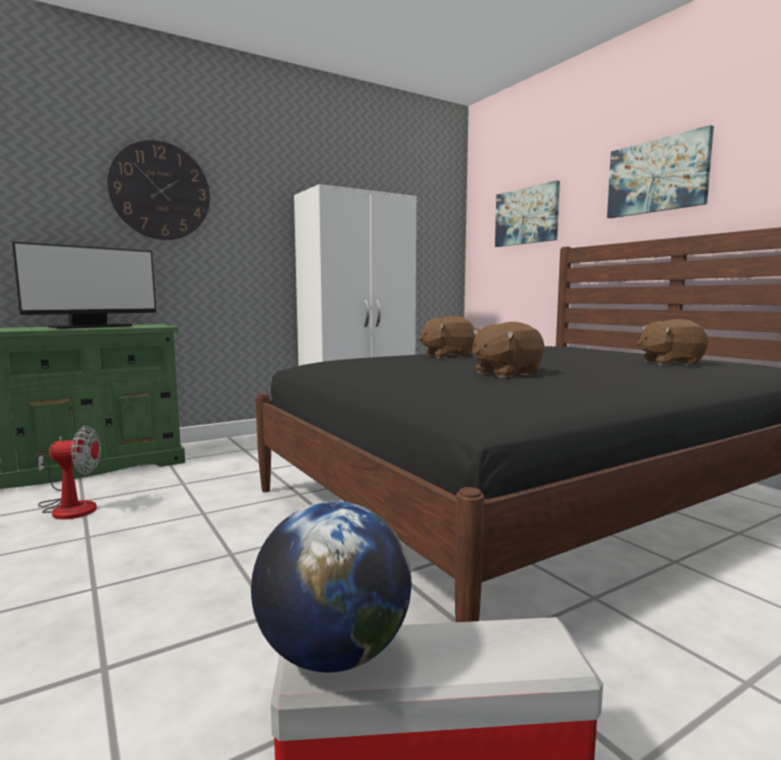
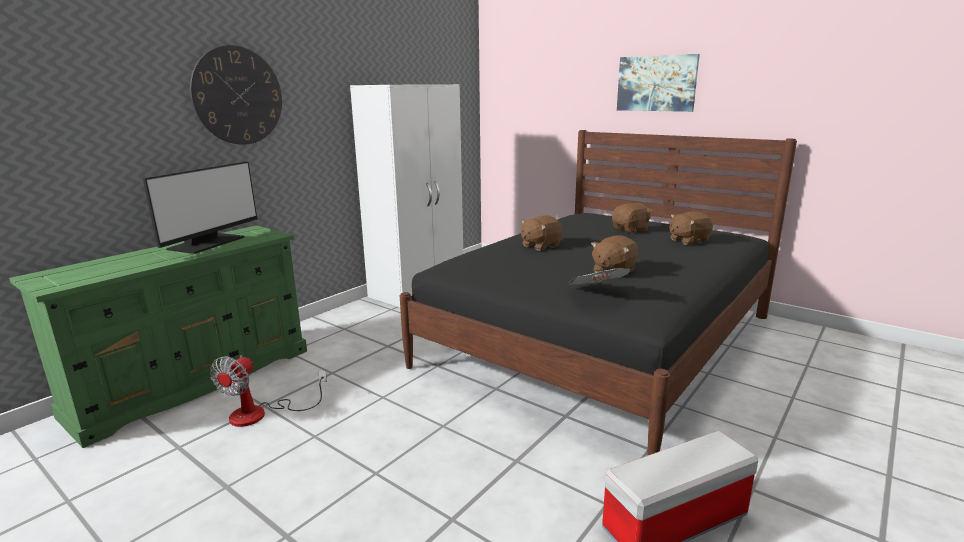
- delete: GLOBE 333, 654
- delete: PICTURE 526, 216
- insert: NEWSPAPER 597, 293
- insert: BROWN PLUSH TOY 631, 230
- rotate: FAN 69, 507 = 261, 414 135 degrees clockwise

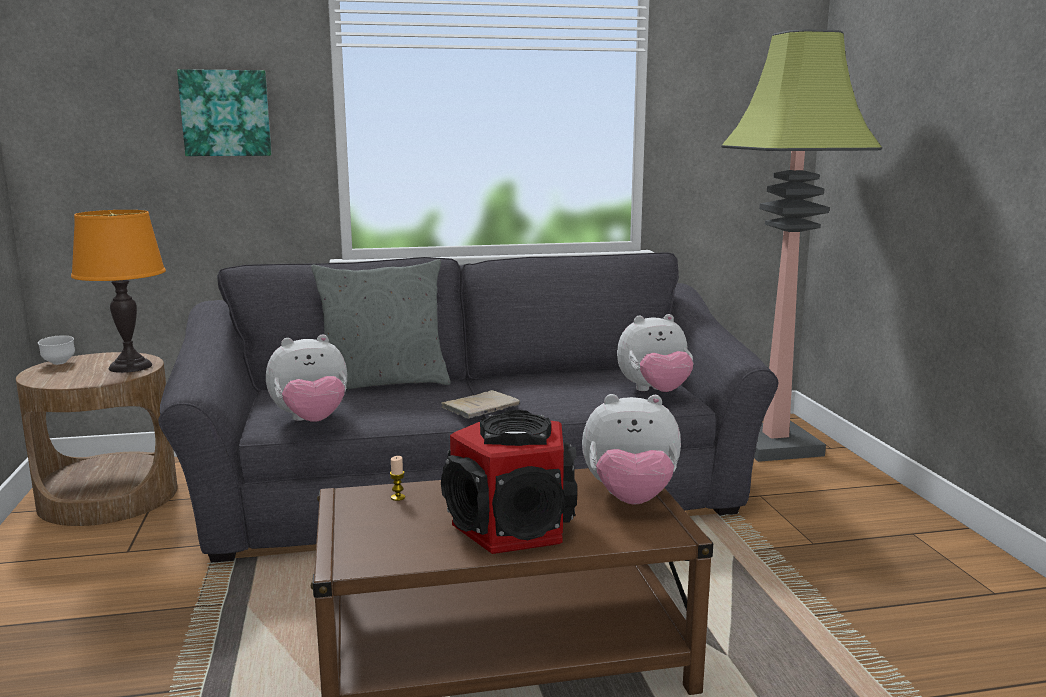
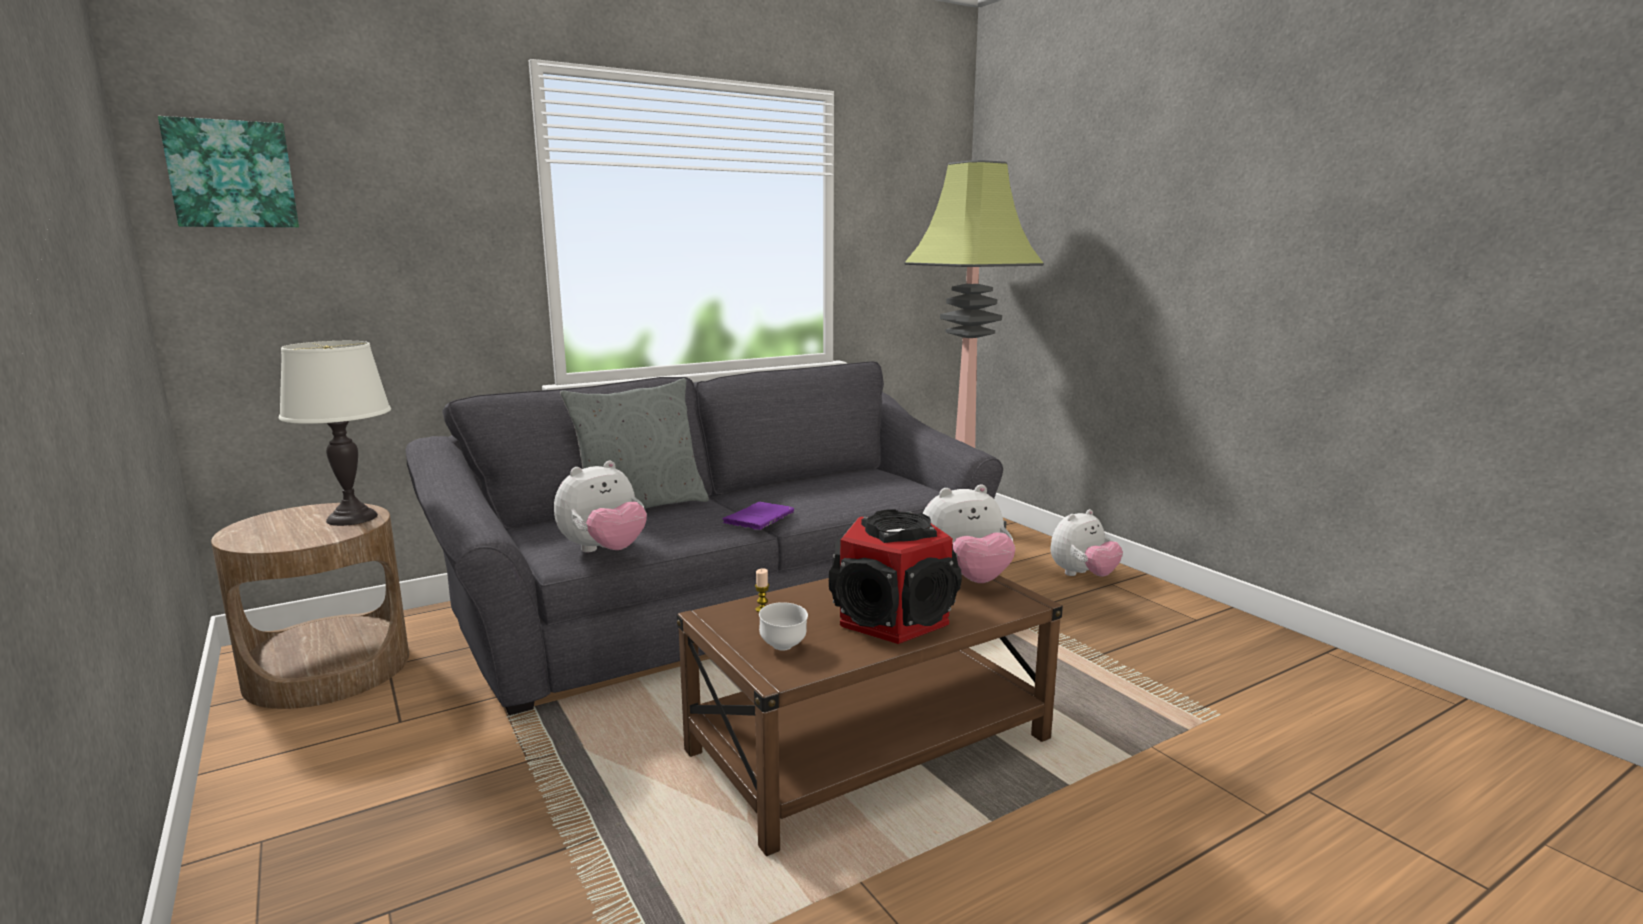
- move: WHITE BOWL 59, 363 to 783, 647
- move: PICTURE 226, 113 to 232, 174
- move: PLUSH TOY 654, 392 to 1082, 575
- recolor: ORANGE TABLE LAMP 131, 367 to WHITE TABLE LAMP 352, 518
- recolor: BEIGE BOOK 482, 407 to PURPLE BOOK 760, 518

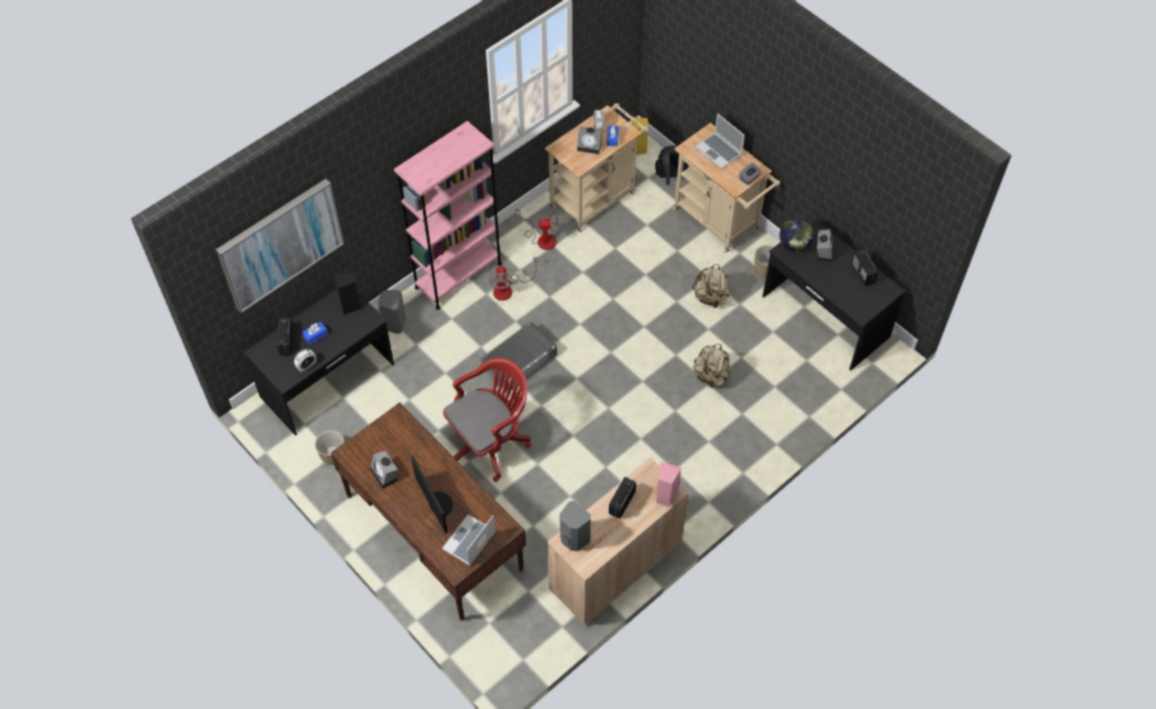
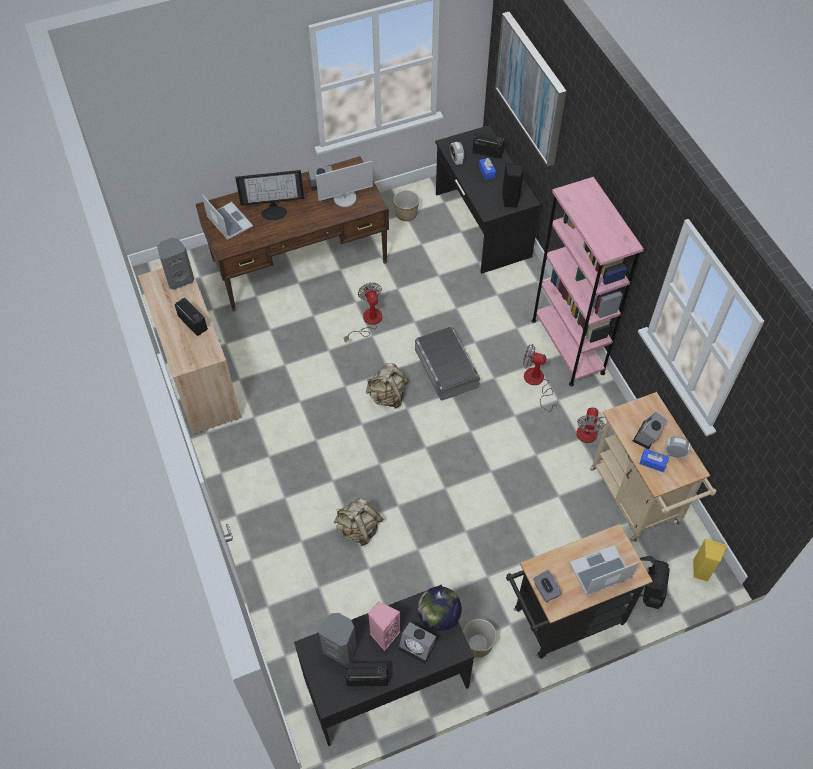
- insert: MONITOR 345, 198
- move: GREY SPEAKER 394, 323 to 340, 648
- move: PINK SPEAKER 665, 496 to 384, 634
- move: BEIGE BACKPACK 711, 297 to 387, 396
- replace: RED OFFICE CHAIR 490, 441 to FAN 368, 322
- recolor: BEIGE CART 720, 222 to BLACK CART 562, 620

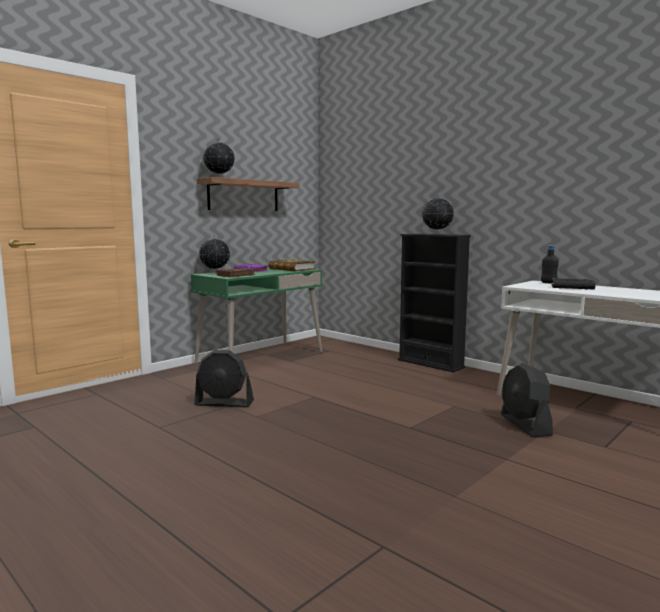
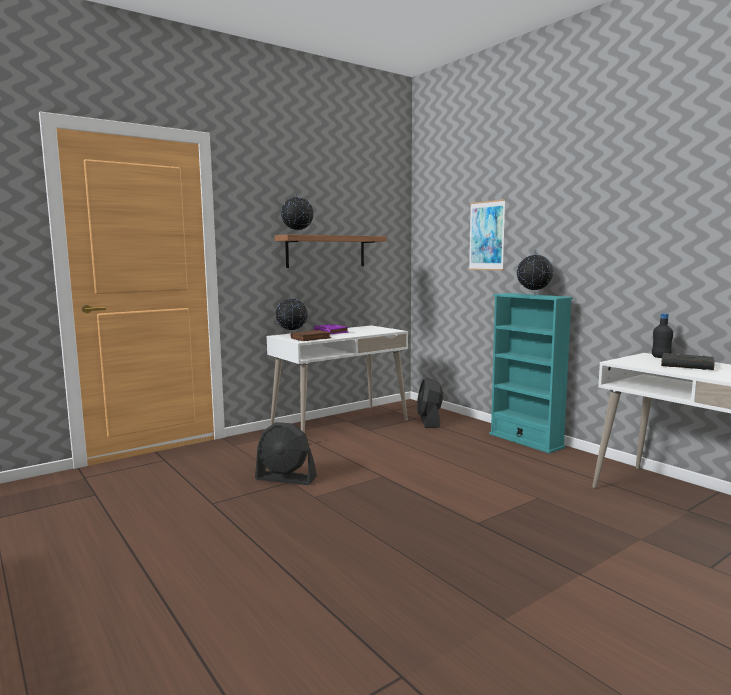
- delete: BOOK 292, 269
- insert: PICTURE 487, 235
- move: BLACK FAN 525, 425 to 429, 421
- recolor: GREEN DESK 260, 358 to WHITE DESK 340, 425
- recolor: BLACK BOOKCASE 430, 363 to TURQUOISE BOOKCASE 525, 440

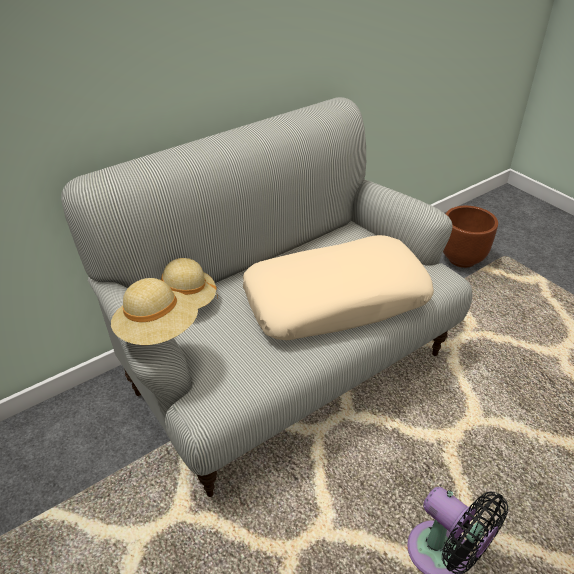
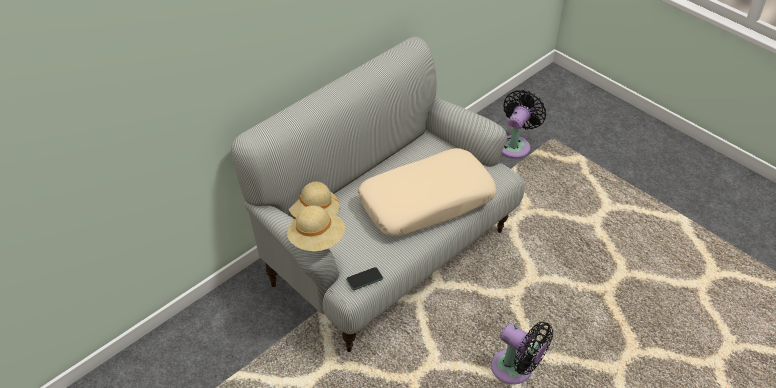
- insert: PHONE 364, 279
- replace: BROWN PLANTER 461, 259 to BLACK FAN 515, 145

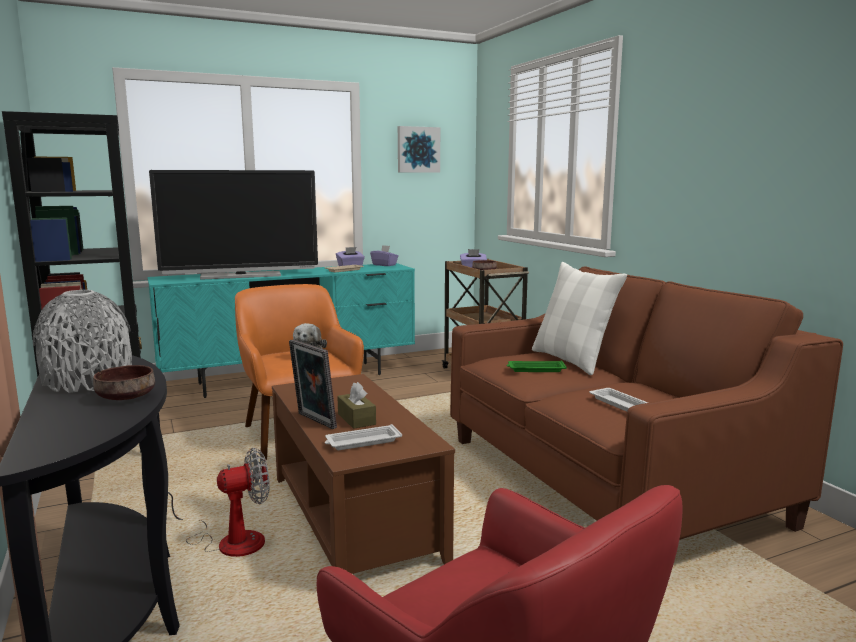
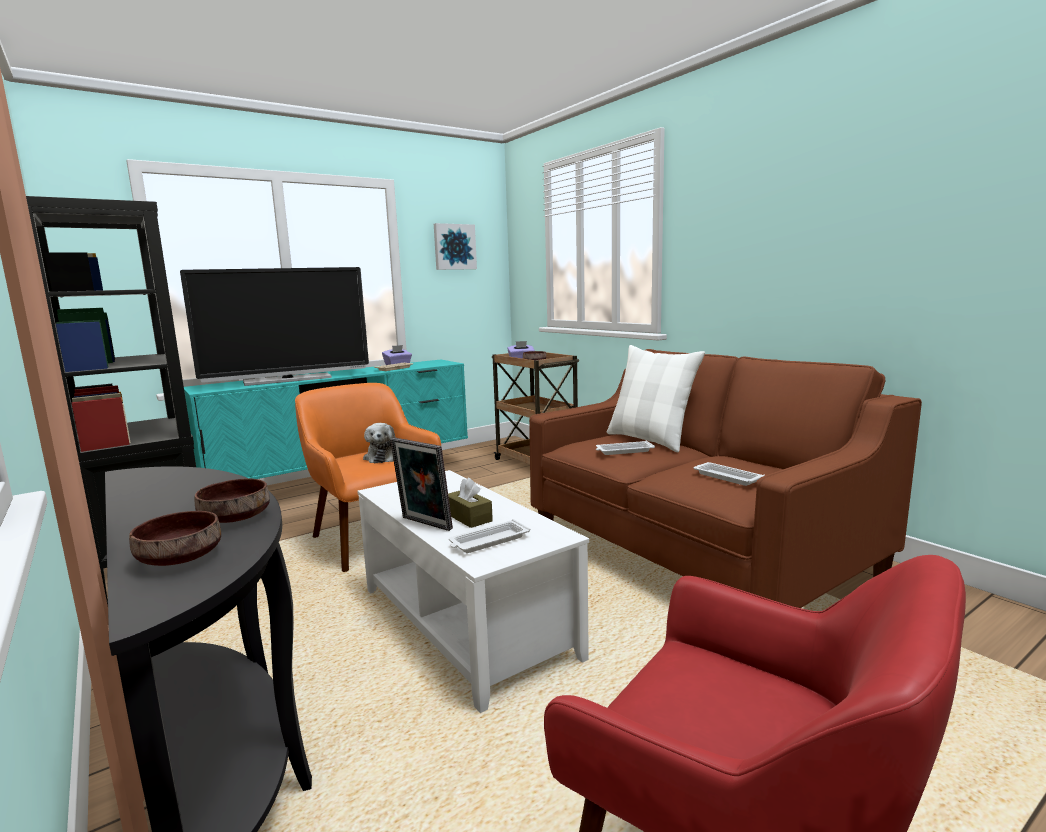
- delete: GREY VASE 88, 381
- delete: FAN 228, 541
- delete: PURPLE TISSUE BOX 384, 265
- insert: BROWN BOWL 182, 558
- recolor: BROWN COFFEE TABLE 354, 518 to WHITE COFFEE TABLE 466, 622
- recolor: GREEN TRAY 535, 369 to WHITE TRAY 623, 451

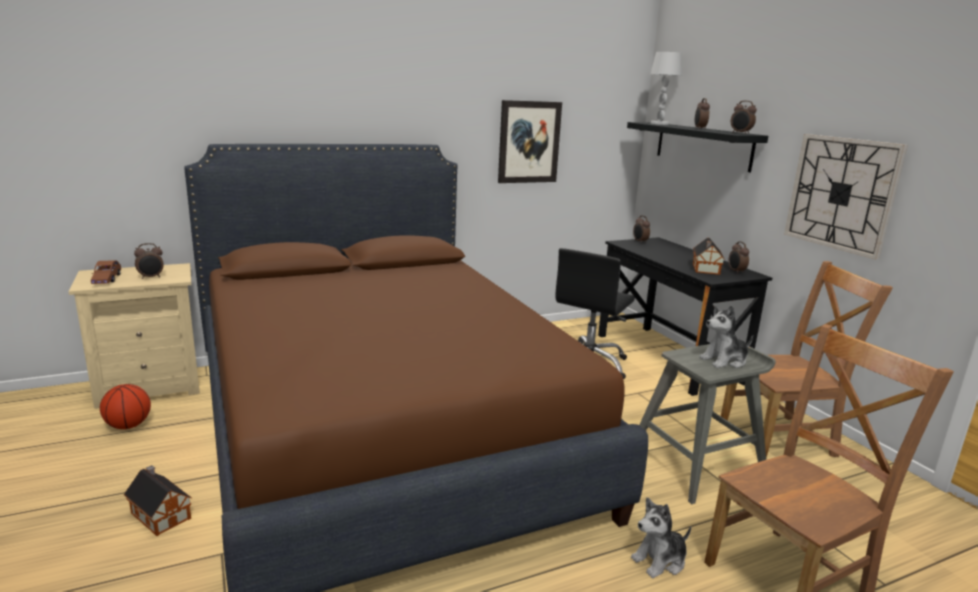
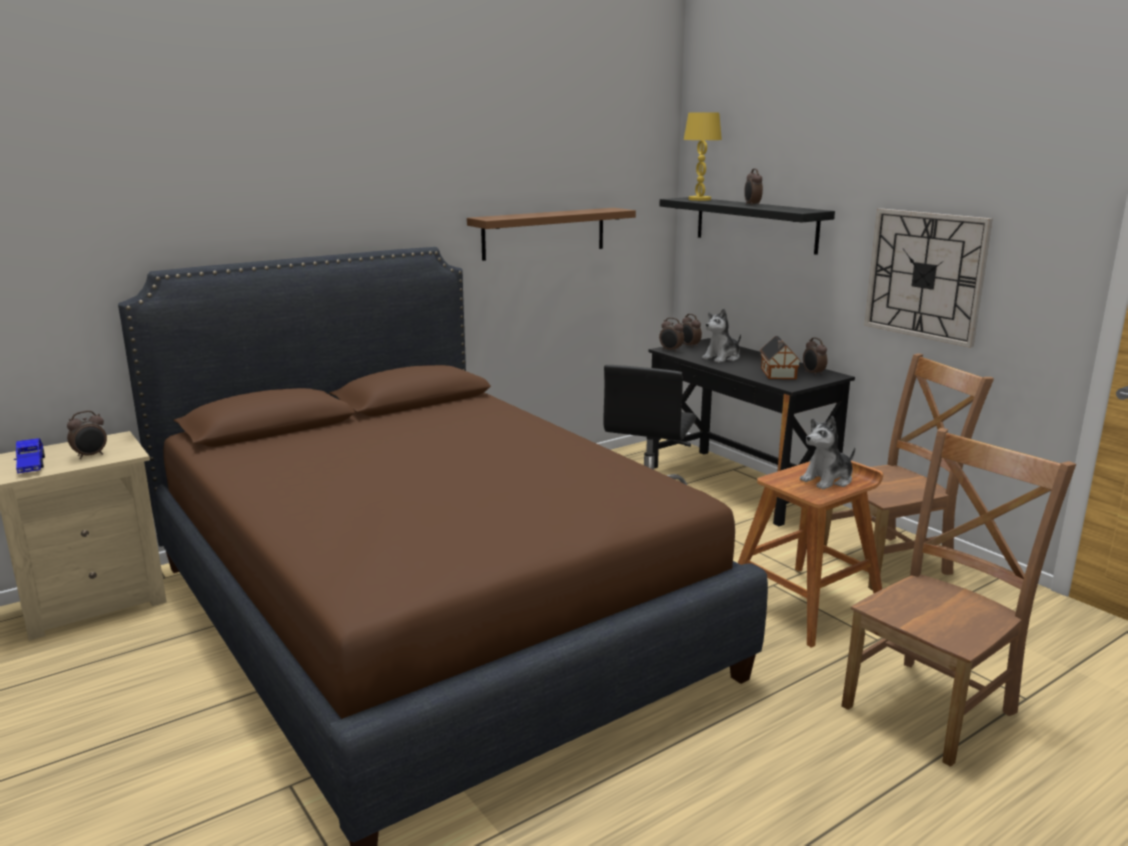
- delete: BASKETBALL 128, 426
- delete: TOY HOUSE 160, 514
- move: PLUSH TOY 660, 560 to 722, 358
- move: ALARM CLOCK 740, 133 to 671, 350
- replace: PICTURE 529, 142 to BROWN SHELF 544, 233
- recolor: BROWN TOY CAR 107, 279 to BLUE TOY CAR 31, 465
- recolor: GREY STOOL 697, 465 to BROWN STOOL 805, 604
- recolor: WHITE TABLE LAMP 660, 124 to YELLOW TABLE LAMP 700, 199

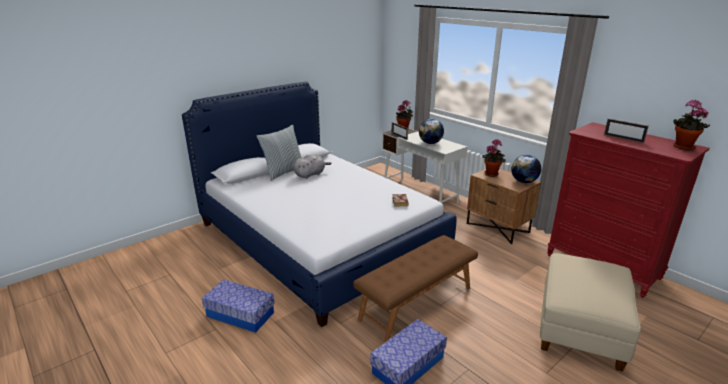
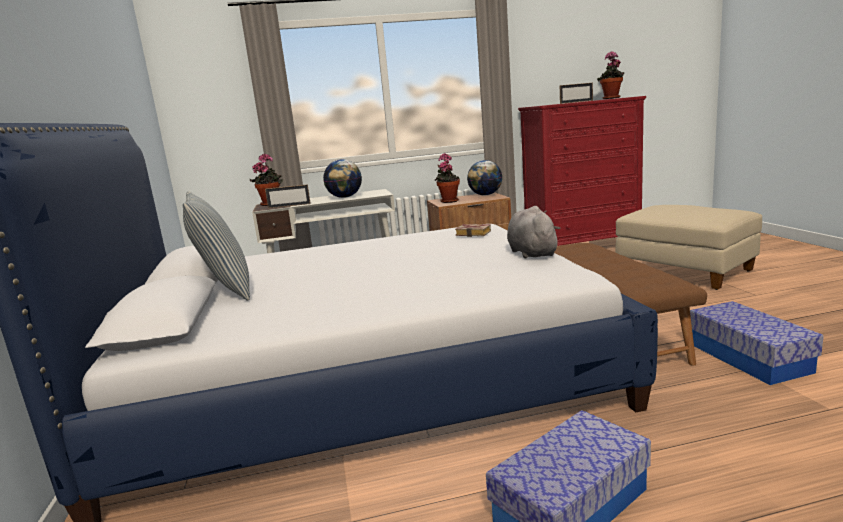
- move: GREY PLUSH TOY 311, 174 to 531, 253

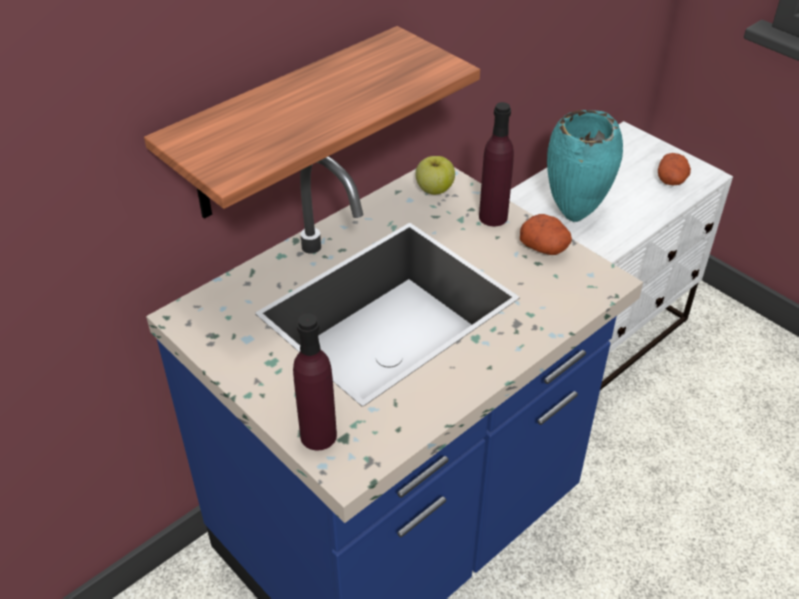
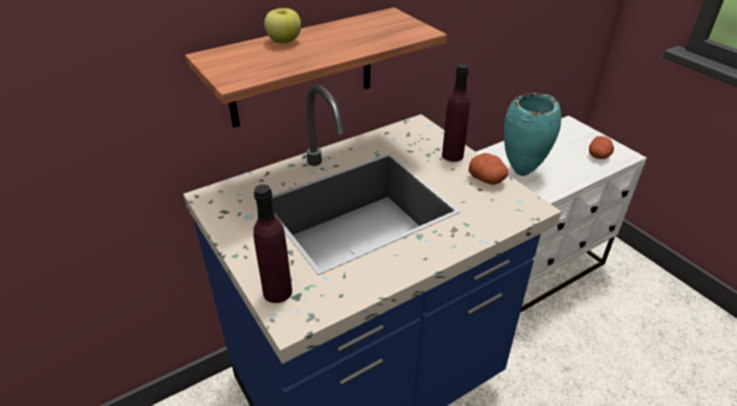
- move: APPLE 434, 189 to 284, 41

